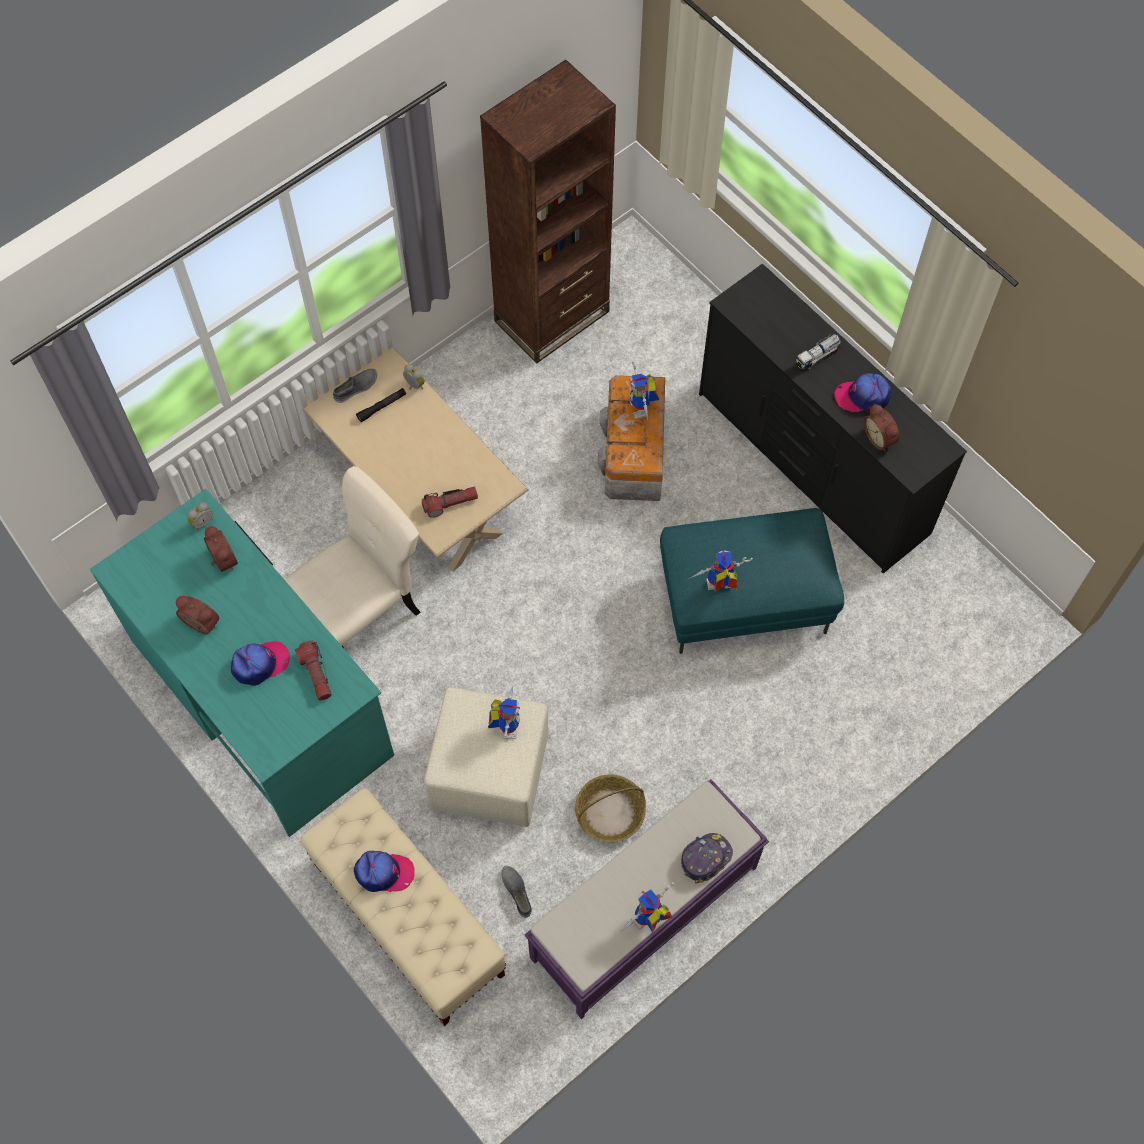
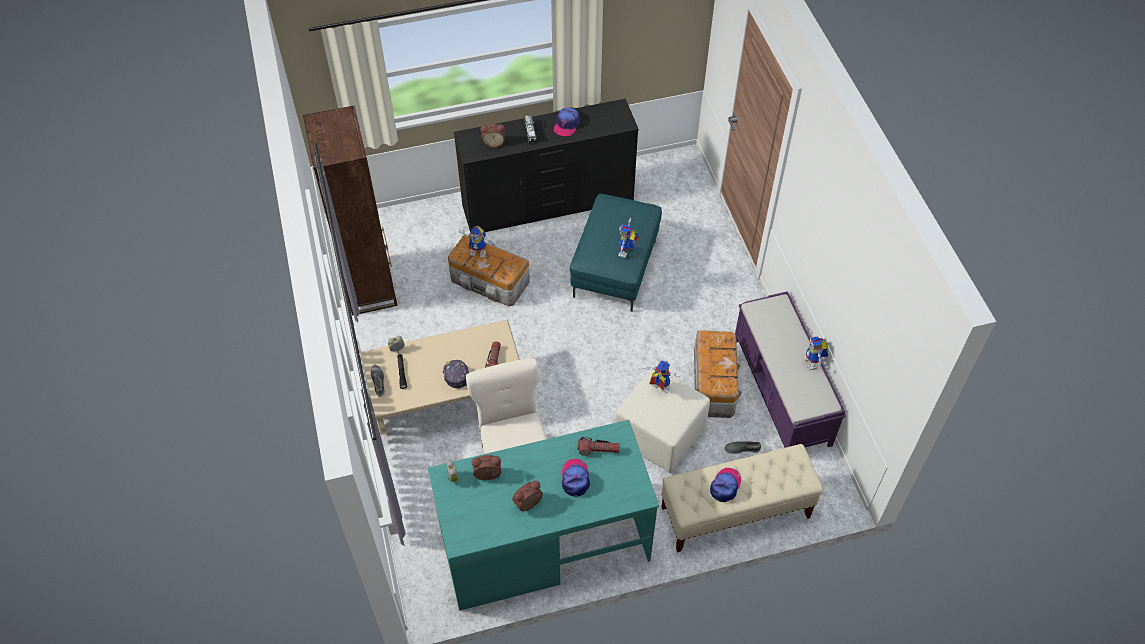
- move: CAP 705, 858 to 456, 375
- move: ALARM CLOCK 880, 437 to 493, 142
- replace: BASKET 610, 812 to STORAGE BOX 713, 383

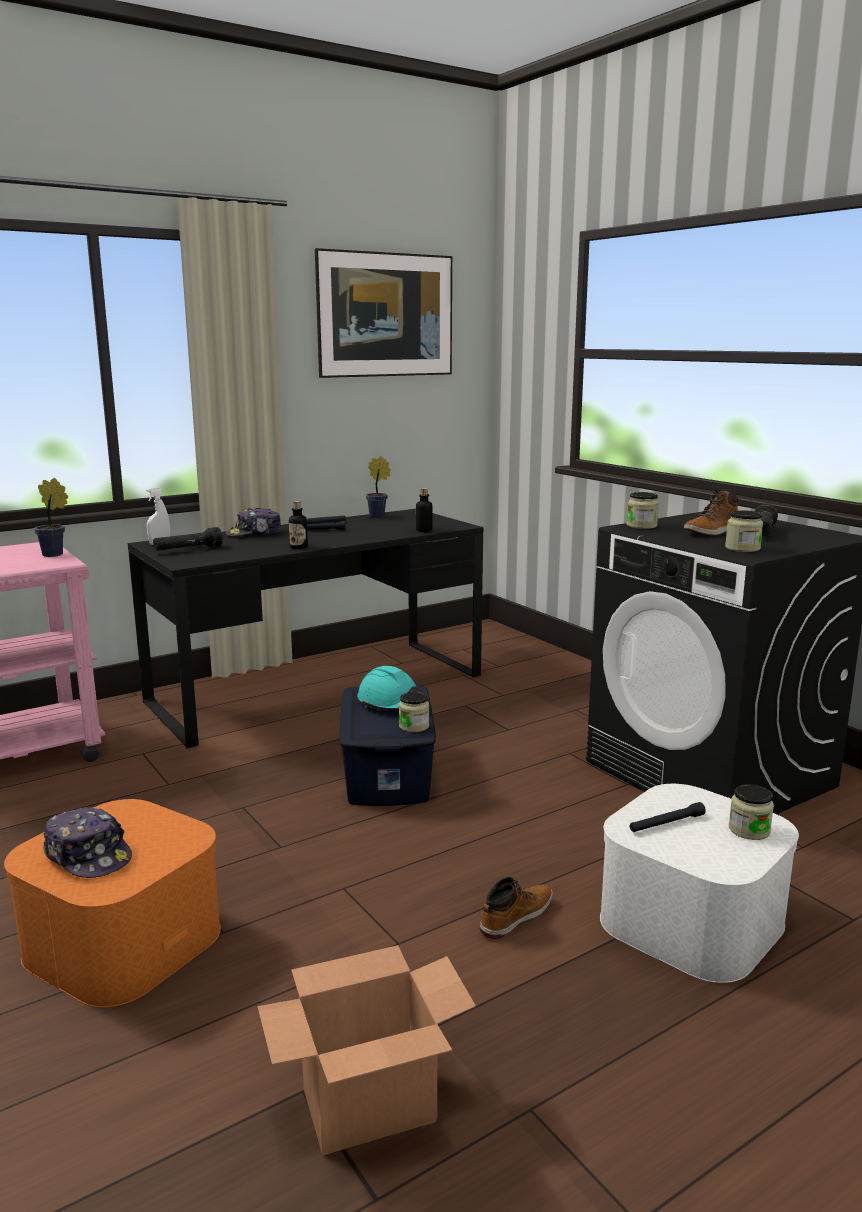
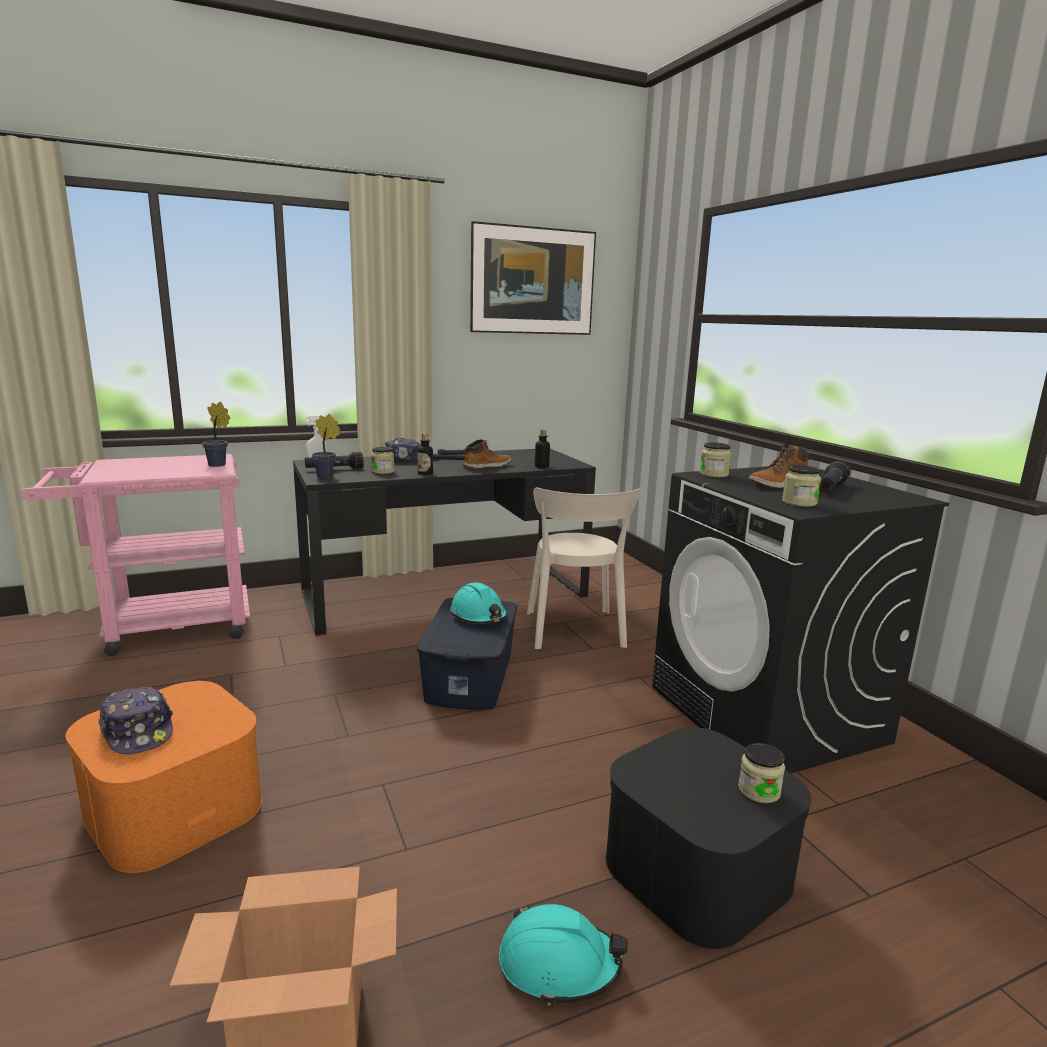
- delete: BLACK FLASHLIGHT 666, 823
- insert: TURQUOISE HARD HAT 559, 964
- insert: BEIGE CHAIR 575, 632
- move: POTTED PLANT 379, 516 to 327, 476
- move: JAR 414, 726 to 383, 471
- move: BOOT 515, 917 to 486, 466
- recolor: WHITE STORAGE BOX 692, 920 to BLACK STORAGE BOX 697, 870

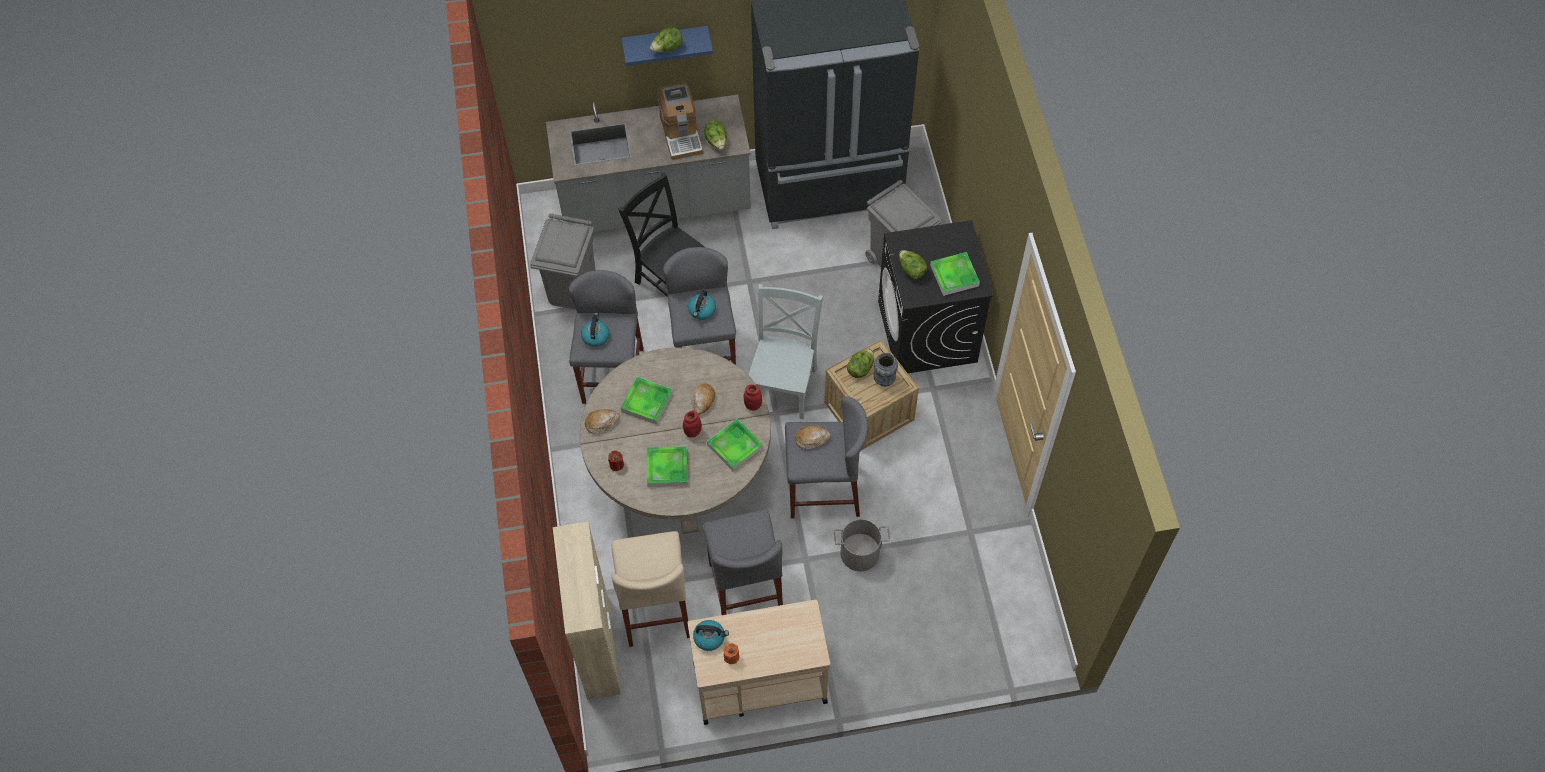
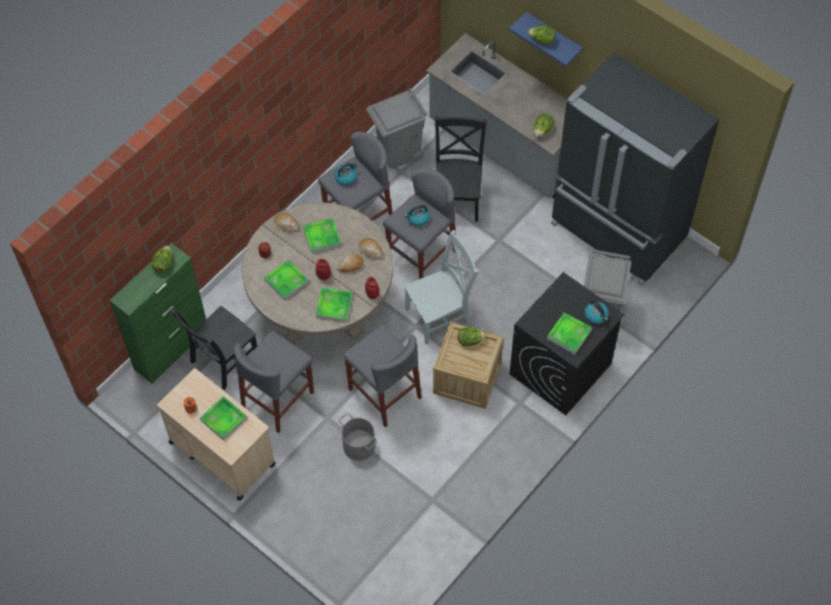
- delete: COFFEE MACHINE 681, 134
- delete: VASE 884, 380
- insert: TRAY 223, 419
- move: KETTLE 710, 637 to 596, 315
- move: BREAD 812, 439 to 370, 250
- move: LETTUCE 911, 270 to 164, 264
- replace: BEIGE STOOL 655, 608 to BLACK CHAIR 222, 360
- recolor: BEIGE CABINET 597, 646 to GREEN CABINET 172, 348

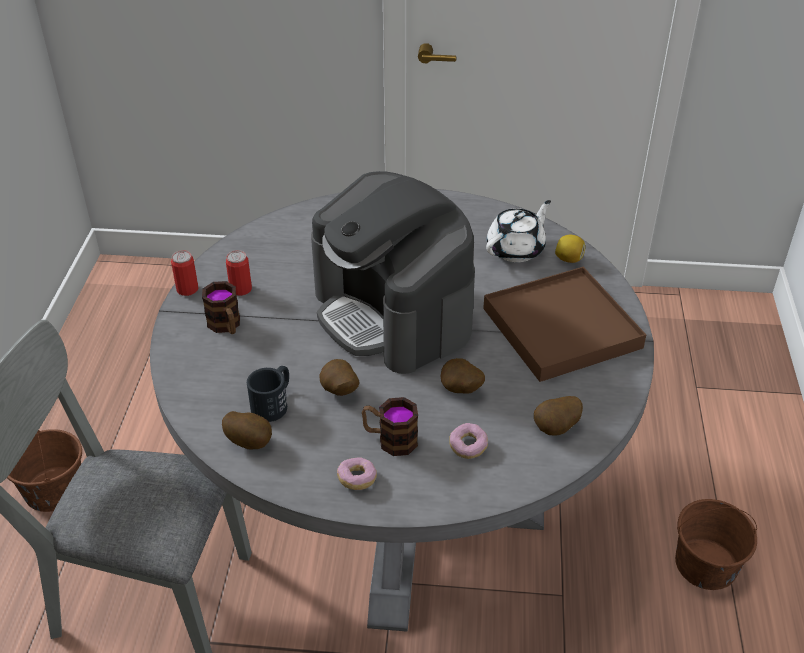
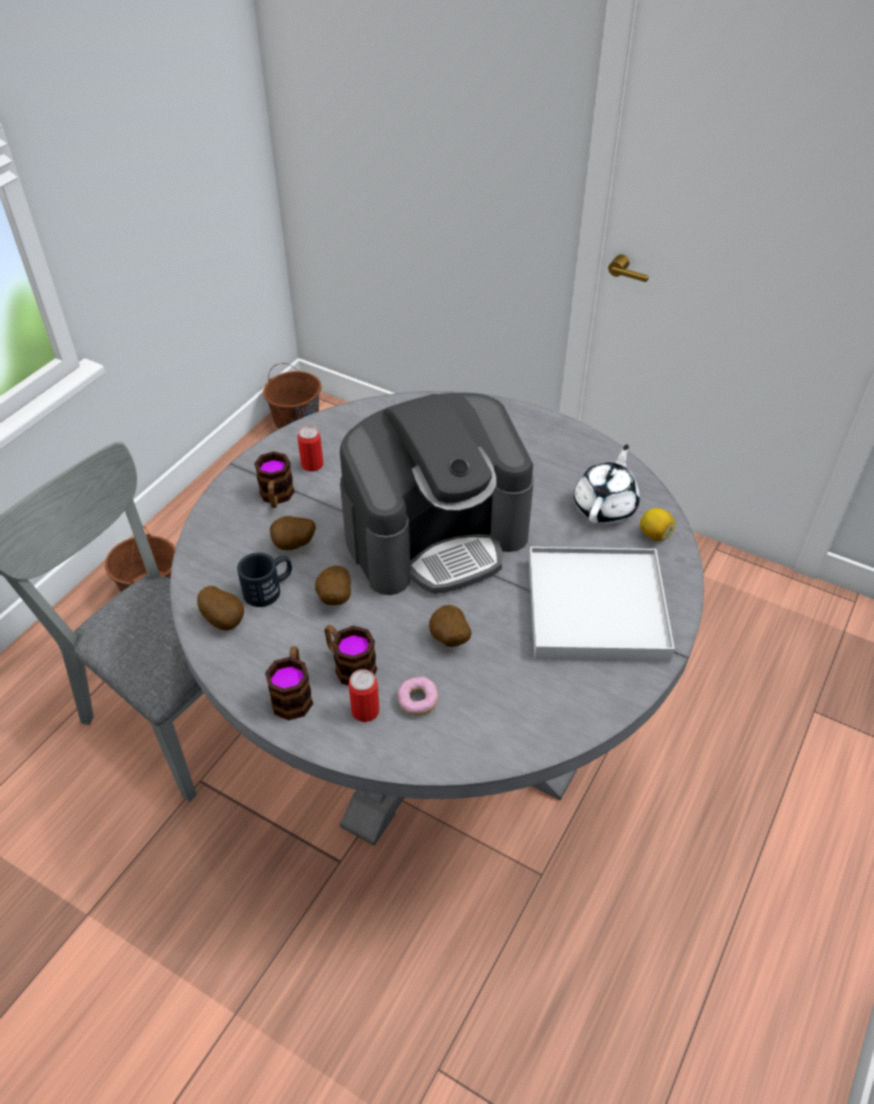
- move: CAN 187, 289 to 365, 711
- move: POTATO 556, 429 to 294, 546
- move: BROWN BUCKET 706, 565 to 297, 421
- replace: DONUT 357, 479 to MUG 293, 694
- recolor: BROWN TRAY 561, 328 to WHITE TRAY 595, 608
- rotate: COFFEE MACHINE 393, 313 = 436, 536 105 degrees counterclockwise
- rotate: WHITE TEAPOT 516, 249 = 605, 506 45 degrees counterclockwise

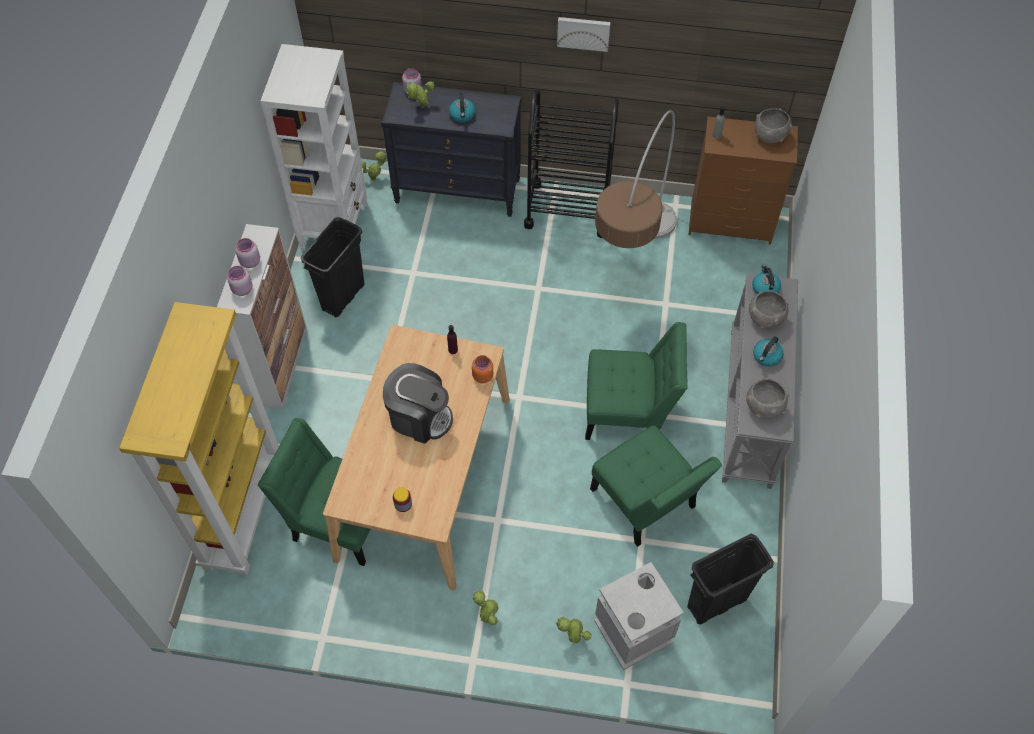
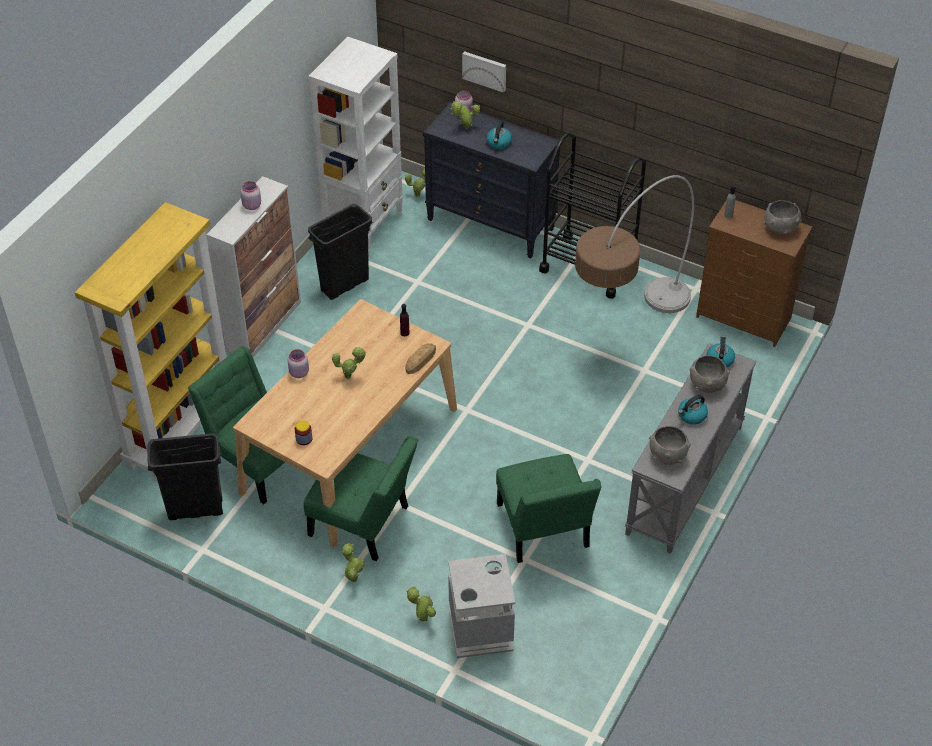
- move: PINK JAR 242, 289 to 298, 373
- move: PICTURE 583, 32 to 485, 70
- move: GREEN CHAIR 629, 412 to 364, 524
- move: BLACK TRASH CAN 716, 603 to 195, 510
- replace: COFFEE MACHINE 419, 417 to POTTED PLANT 350, 377
- replace: ORANGE JAR 482, 376 to BREAD 421, 360

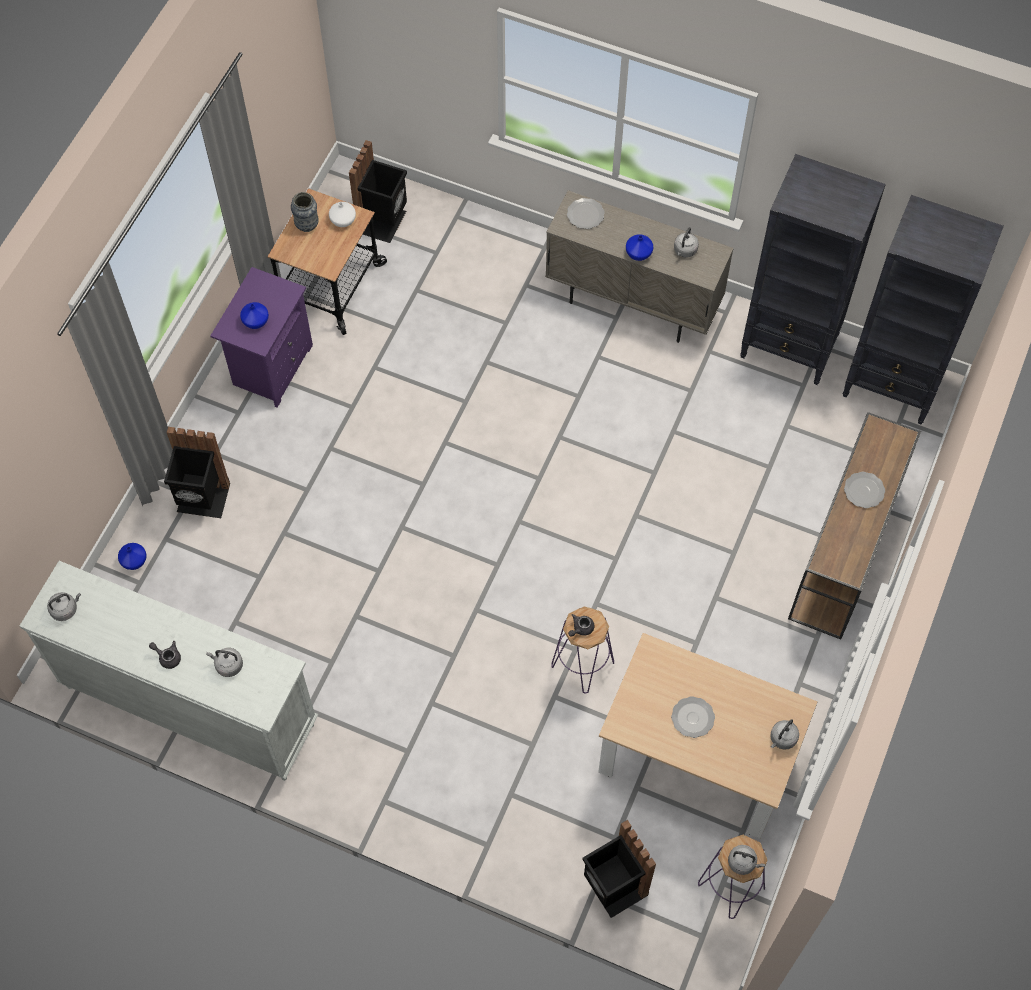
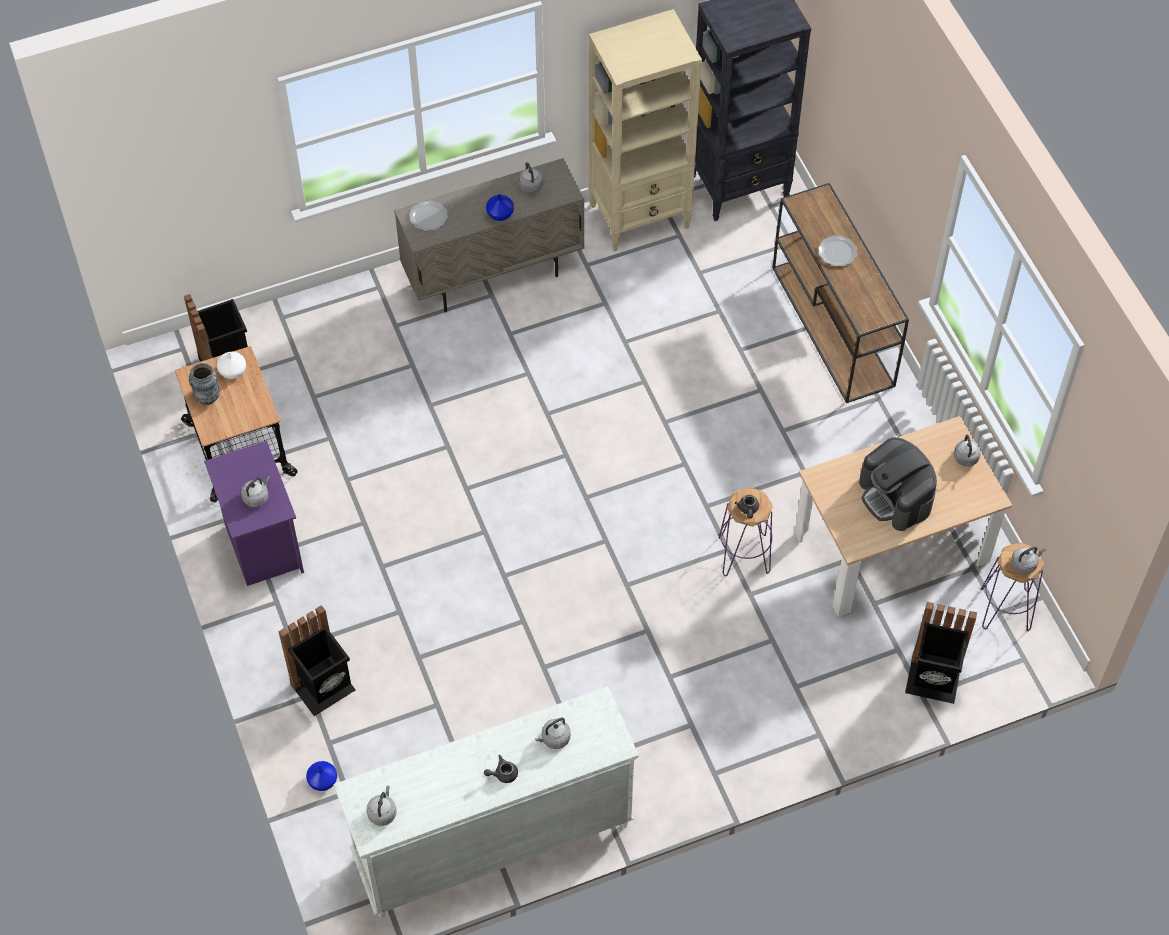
- replace: BLUE VASE 256, 321 to GREY KETTLE 257, 497
- replace: PLATE 693, 718 to COFFEE MACHINE 895, 497
- recolor: BLACK BOOKCASE 790, 347 to BEIGE BOOKCASE 640, 216

